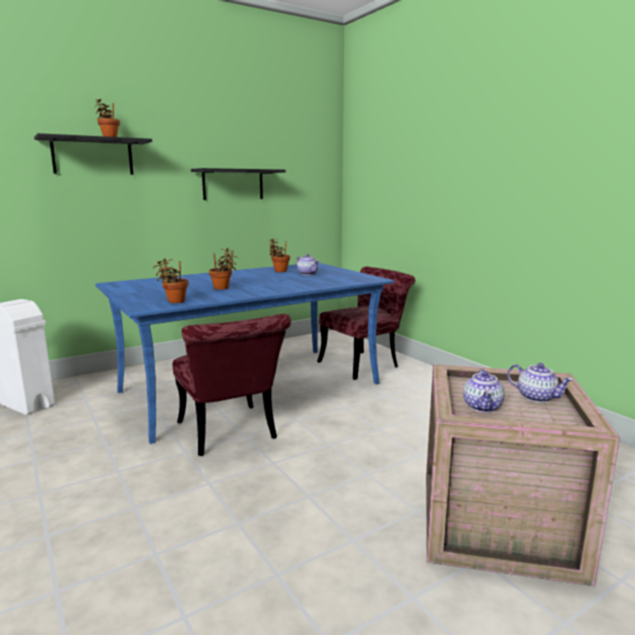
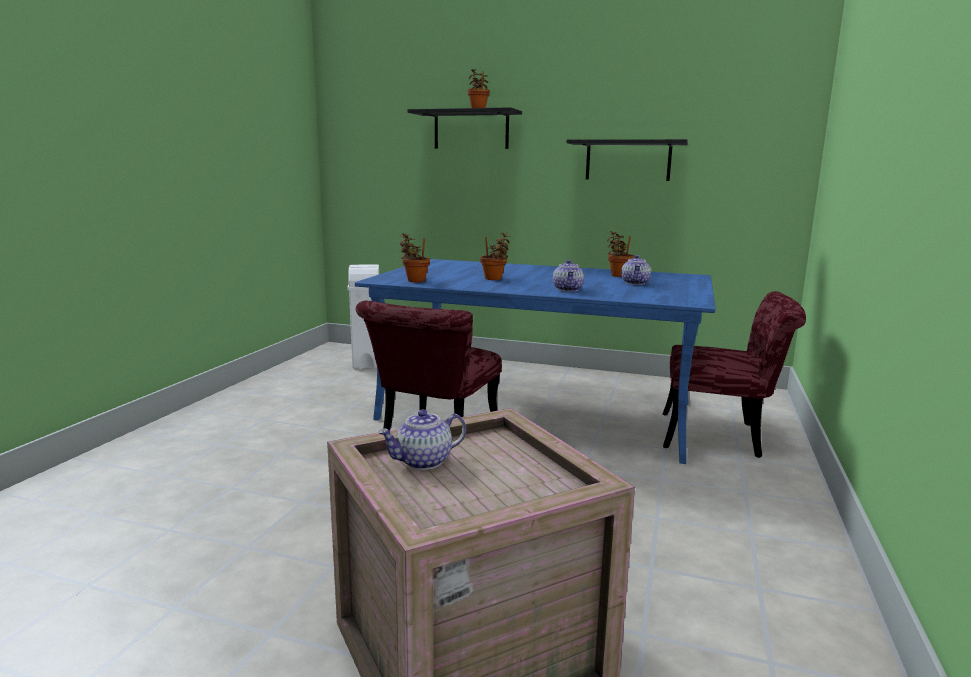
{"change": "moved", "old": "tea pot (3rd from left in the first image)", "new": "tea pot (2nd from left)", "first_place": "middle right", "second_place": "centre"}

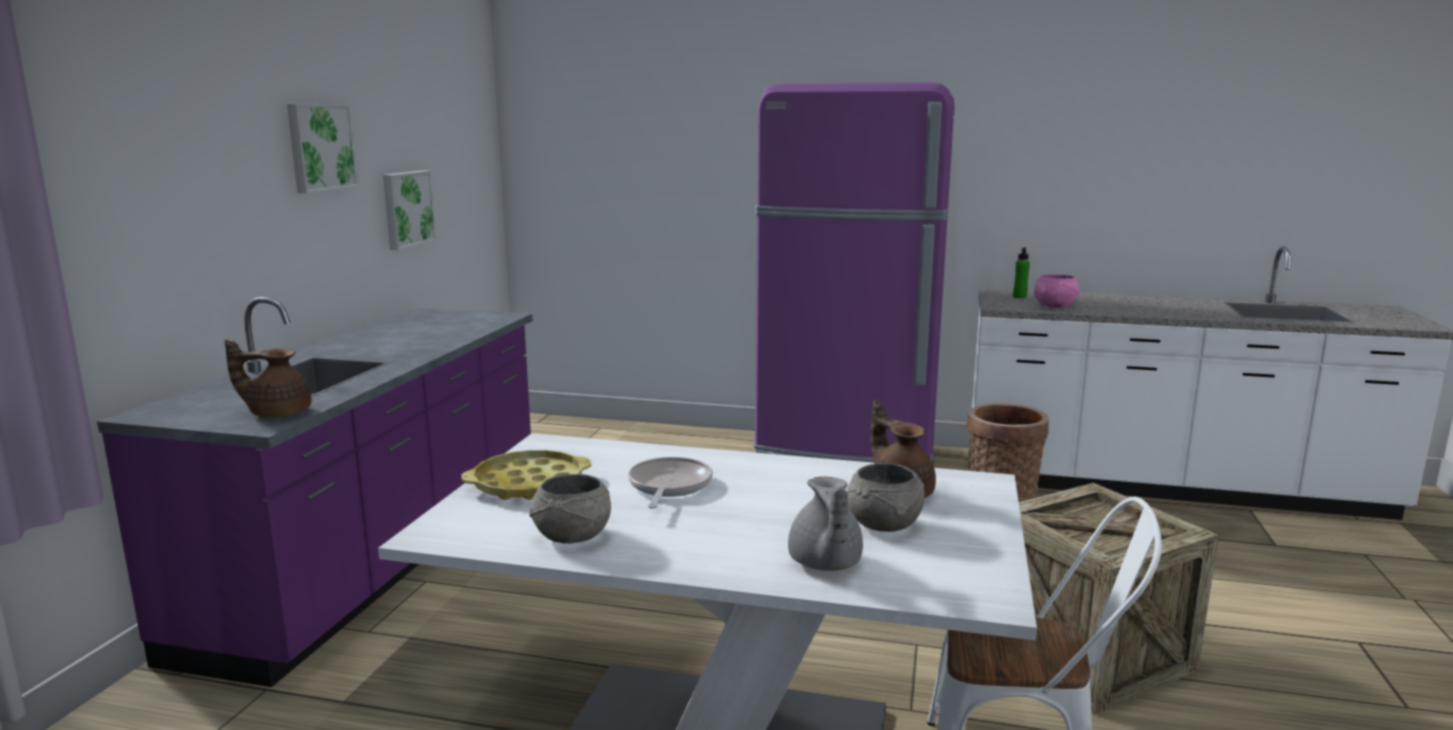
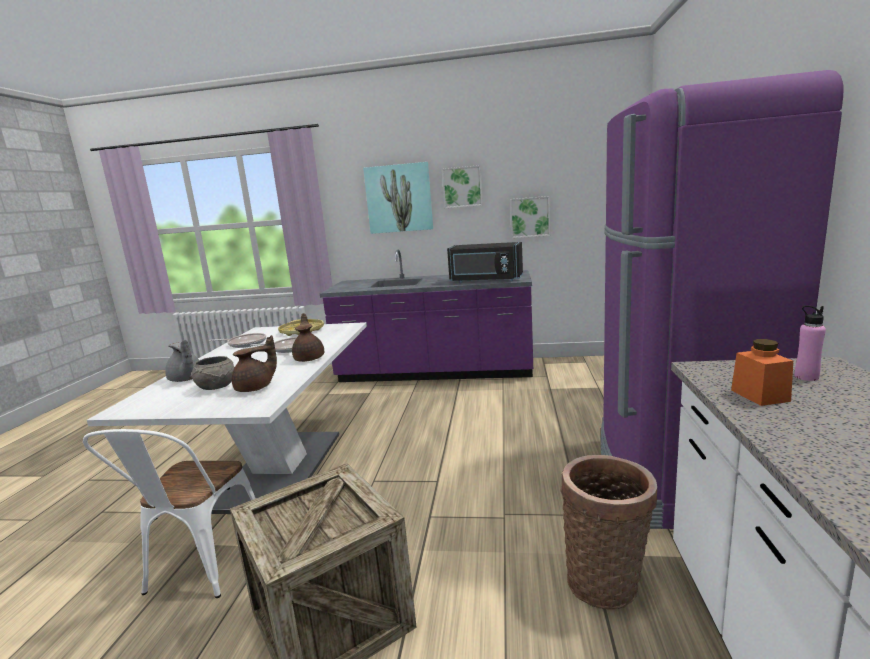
{"change": "turned", "old": "greyish tea pot", "first_place": "bottom centre", "second_place": "middle left", "degrees": -120}
{"change": "replaced", "old": "greyish deep dish (1st from left)", "new": "skillet (1st from left)", "first_place": "bottom centre", "second_place": "middle left"}
{"change": "moved", "old": "brown tea pot (1st from left in the first image)", "new": "brown tea pot (2nd from left)", "first_place": "middle left", "second_place": "centre"}
{"change": "added", "new": "wall picture (1st from left)", "second_place": "top centre"}
{"change": "added", "new": "black microwave oven", "second_place": "centre"}
{"change": "replaced", "old": "pink-coloured deep dish", "new": "orange-coloured jar", "first_place": "middle right", "second_place": "middle right"}
{"change": "recoloured", "old": "greenish beverage bottle", "new": "pink-coloured beverage bottle", "first_place": "middle right", "second_place": "middle right"}

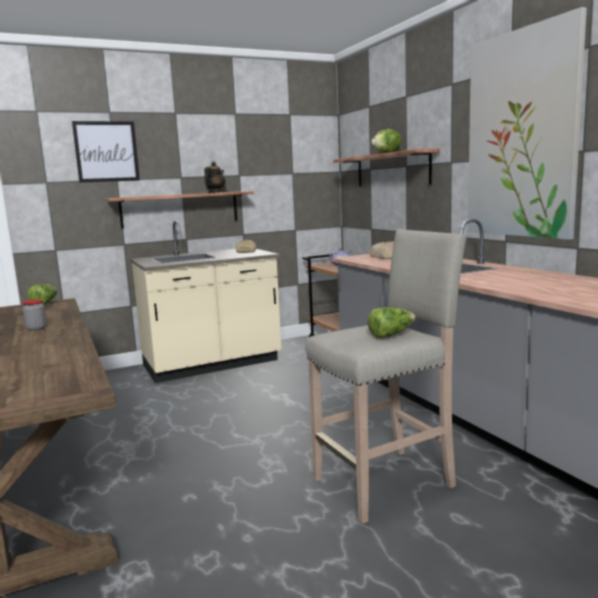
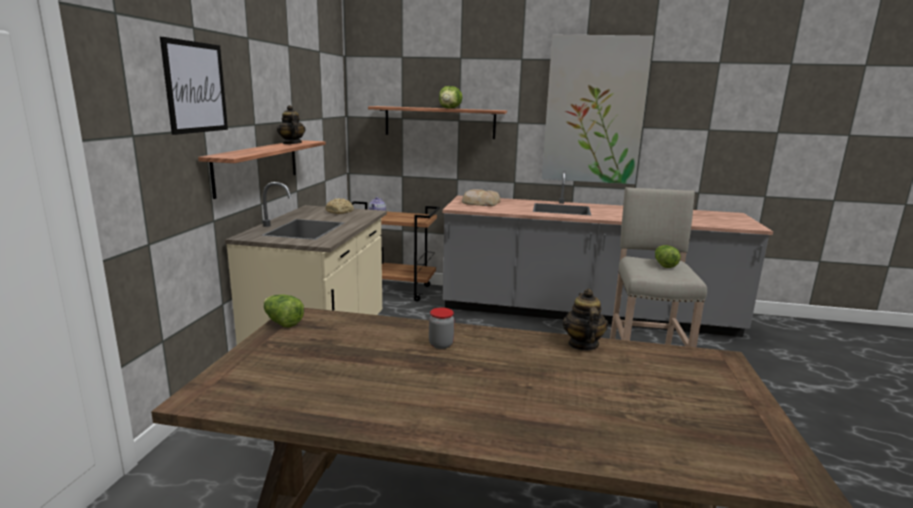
{"change": "added", "new": "tea pot (3rd from left)", "second_place": "centre"}

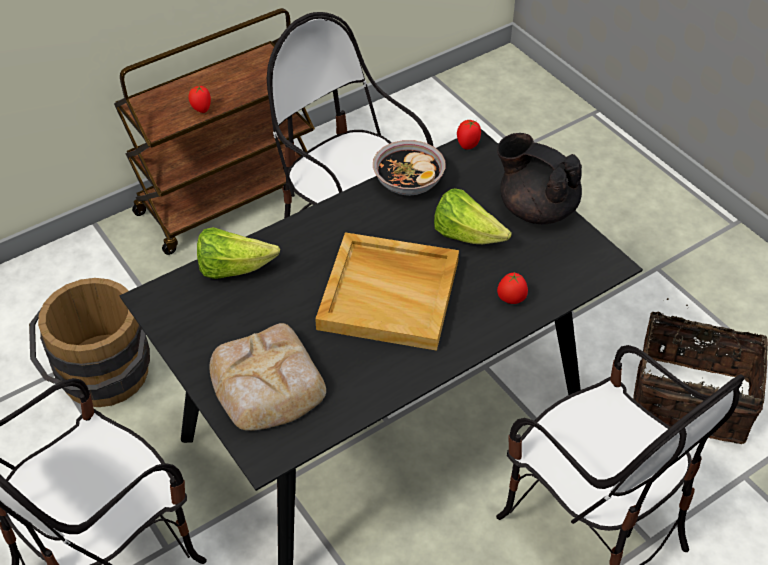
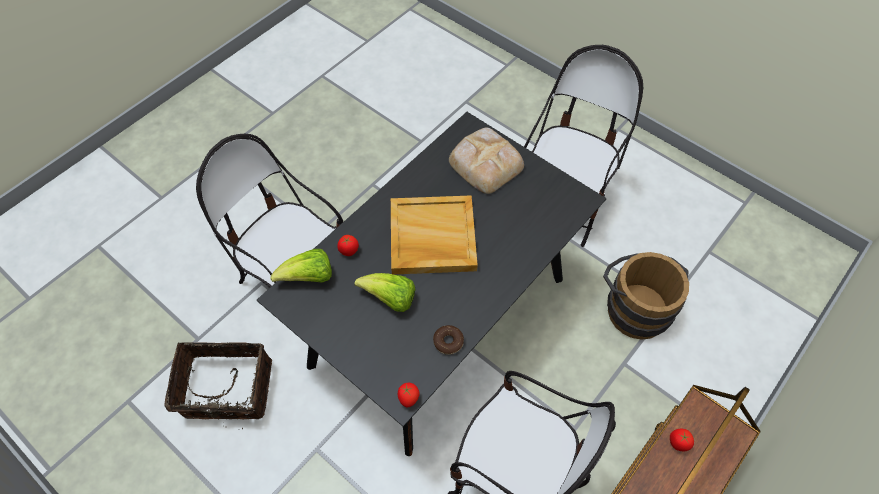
{"change": "moved", "old": "lettuce (1st from left)", "first_place": "middle left", "second_place": "centre"}
{"change": "replaced", "old": "deep dish", "new": "donut", "first_place": "top centre", "second_place": "bottom centre"}
{"change": "removed", "old": "black tea pot", "first_place": "top right"}

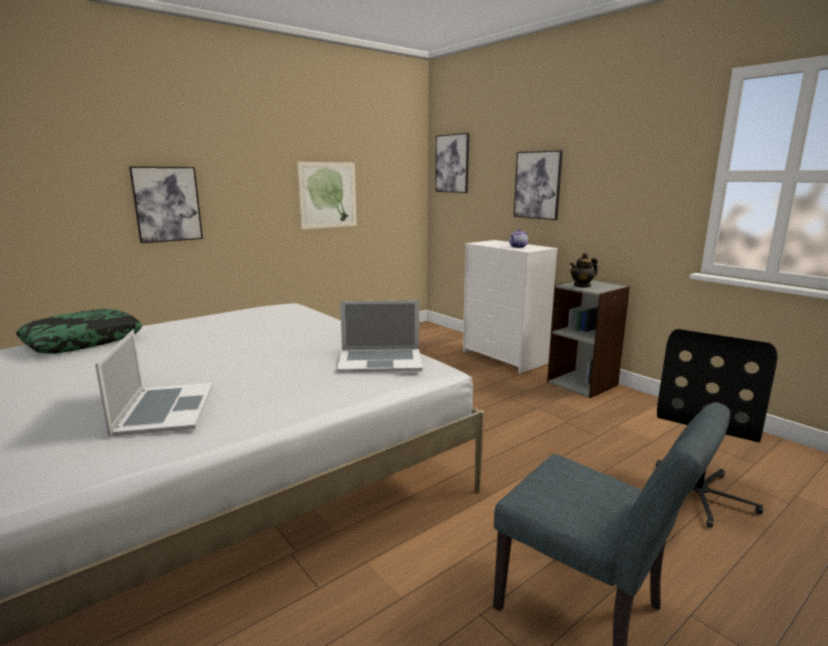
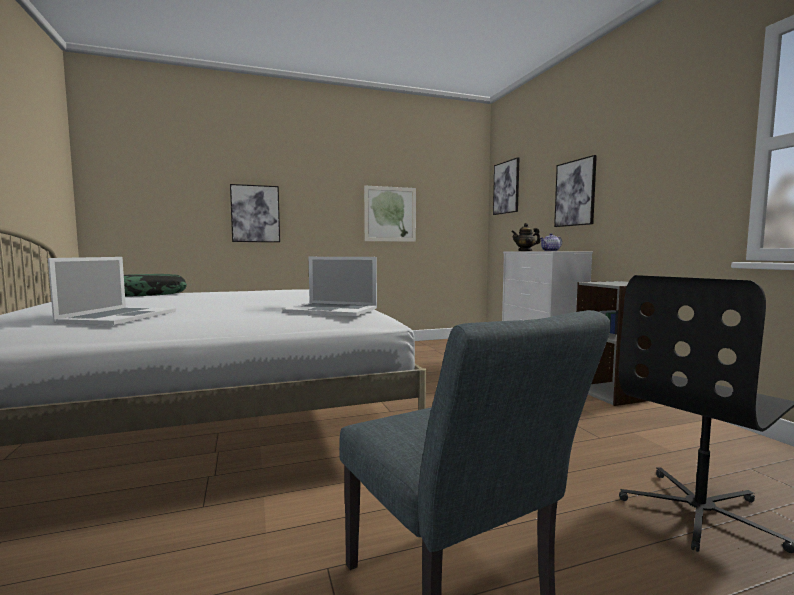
{"change": "moved", "old": "tea pot (2nd from left in the first image)", "new": "tea pot (1st from left)", "first_place": "middle right", "second_place": "centre"}

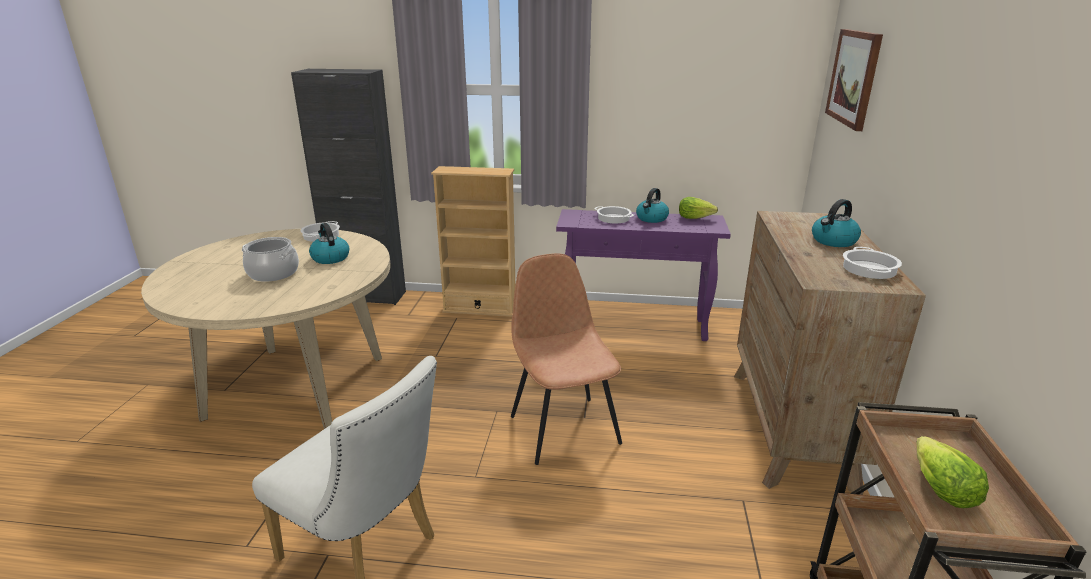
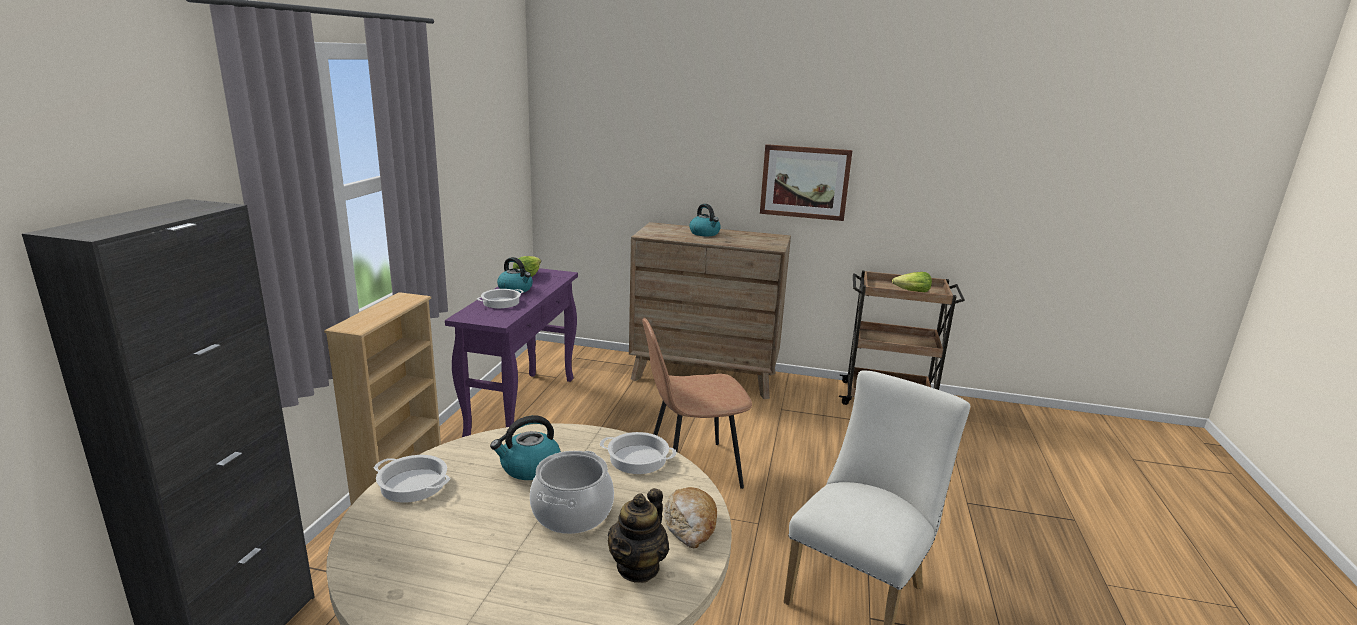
{"change": "moved", "old": "stockpot (4th from left)", "first_place": "middle right", "second_place": "bottom centre"}
{"change": "added", "new": "tea pot", "second_place": "bottom centre"}
{"change": "added", "new": "bakery bread", "second_place": "bottom centre"}
{"change": "moved", "old": "wall picture", "first_place": "top right", "second_place": "top centre"}

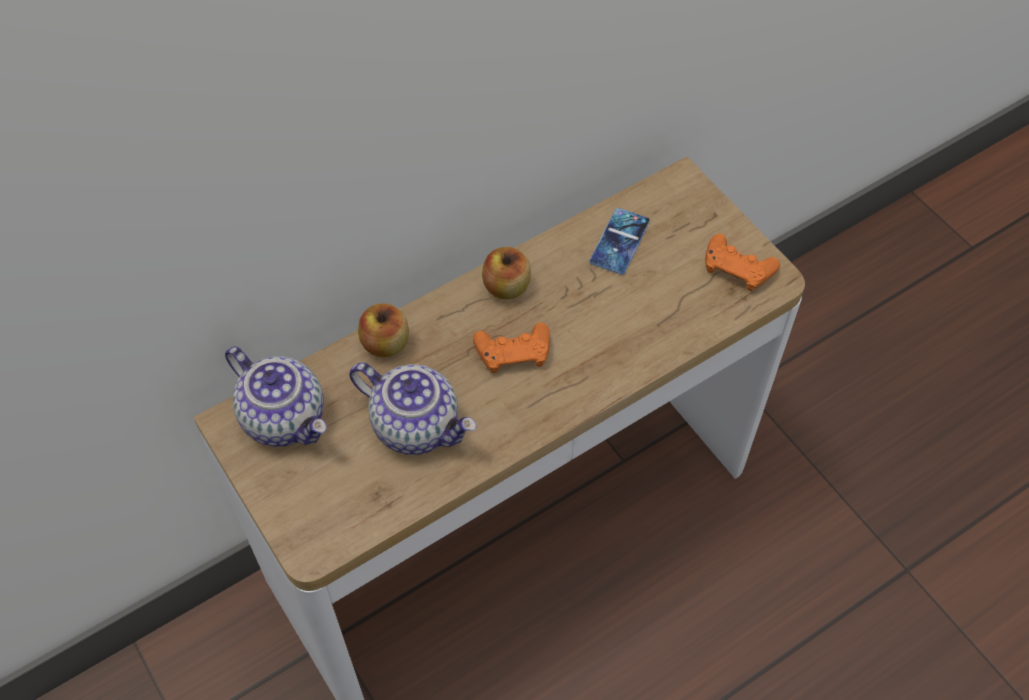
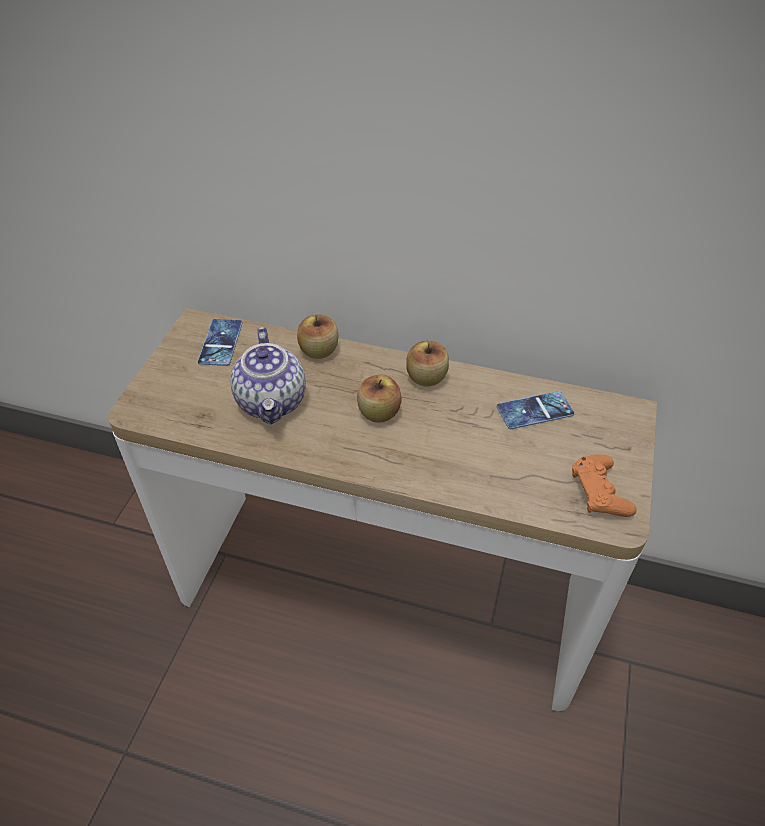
{"change": "replaced", "old": "tea pot (1st from left)", "new": "handset (1st from left)", "first_place": "middle left", "second_place": "middle left"}
{"change": "replaced", "old": "orange-coloured game controller (1st from left)", "new": "apple (2nd from left)", "first_place": "centre", "second_place": "centre"}

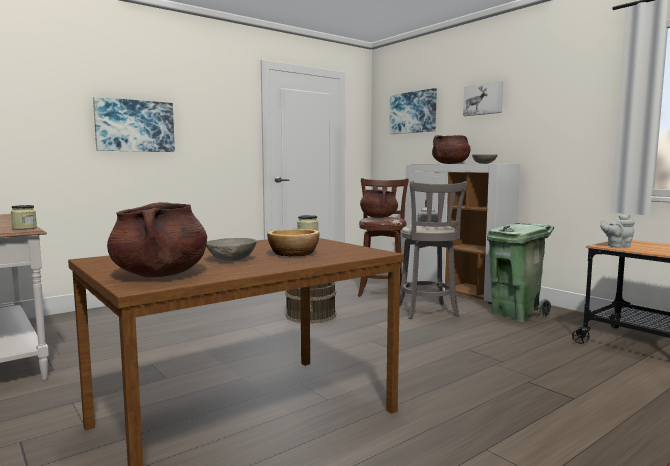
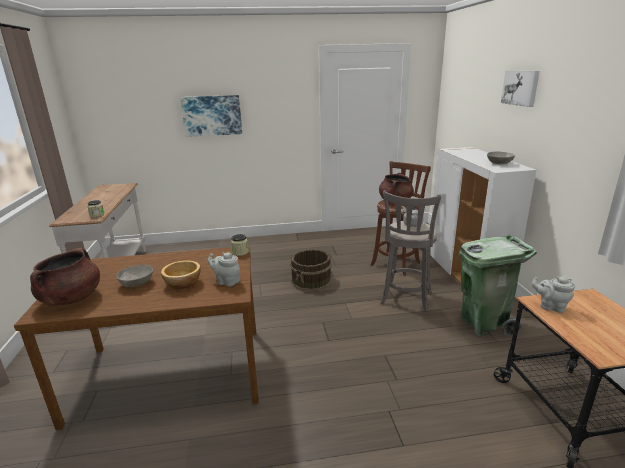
{"change": "added", "new": "greyish tea pot (1st from left)", "second_place": "centre"}
{"change": "removed", "old": "wall picture (2nd from left)", "first_place": "top centre"}
{"change": "removed", "old": "brown stockpot (3rd from left)", "first_place": "top right"}

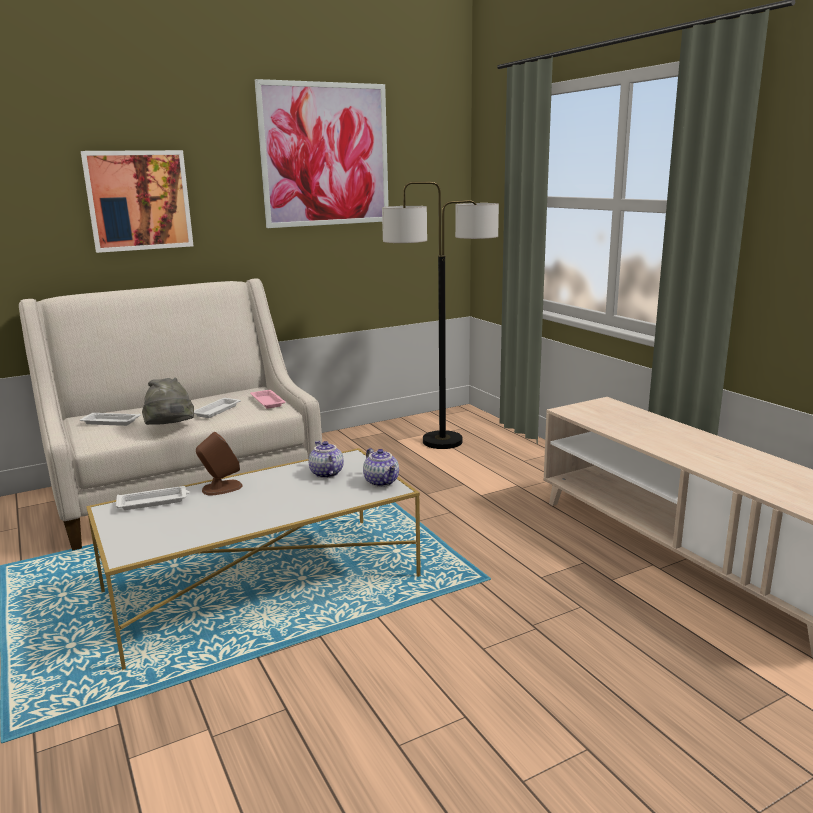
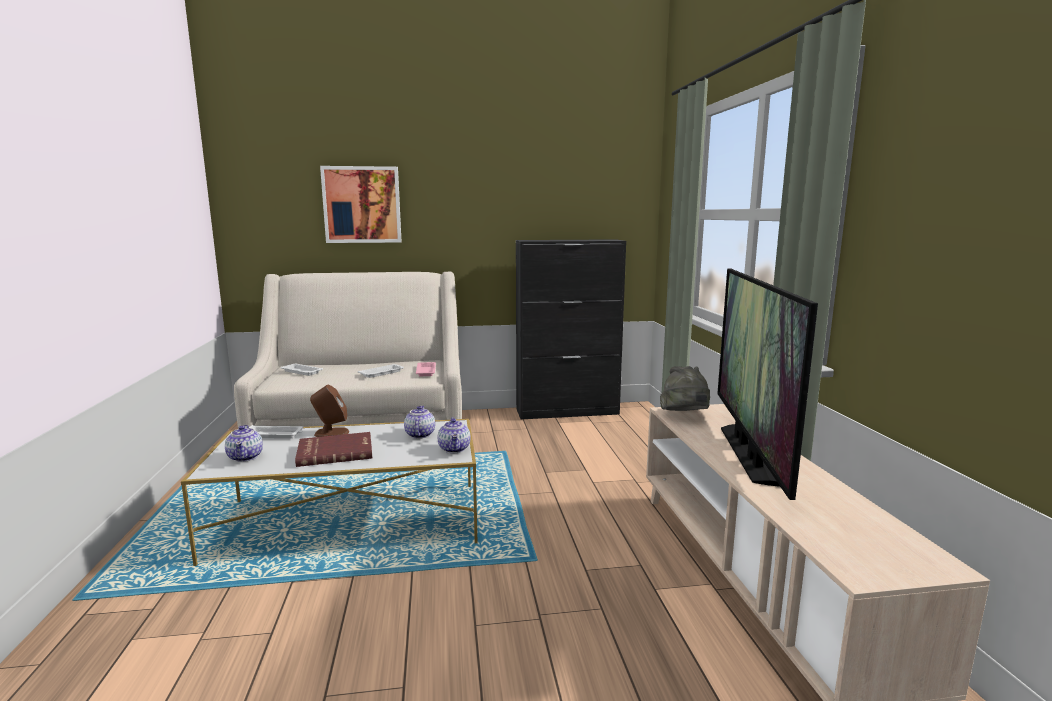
{"change": "added", "new": "tea pot (1st from left)", "second_place": "middle left"}
{"change": "added", "new": "red volume", "second_place": "middle left"}
{"change": "added", "new": "black cabinet", "second_place": "centre"}
{"change": "moved", "old": "greyish clothing hat", "first_place": "middle left", "second_place": "centre"}
{"change": "added", "new": "TV set", "second_place": "middle right"}
{"change": "removed", "old": "wall picture (2nd from left)", "first_place": "top centre"}
{"change": "removed", "old": "standard lamp", "first_place": "centre"}

